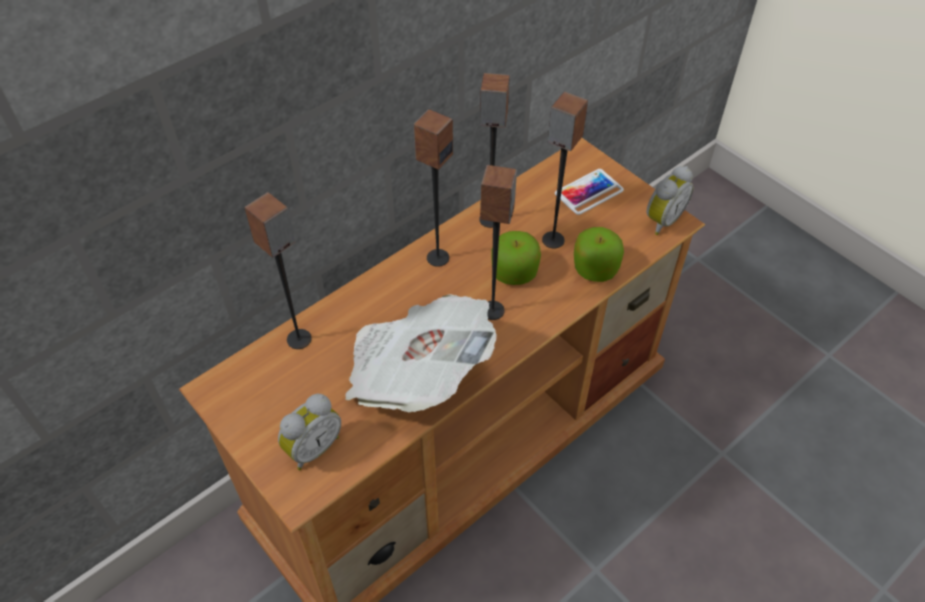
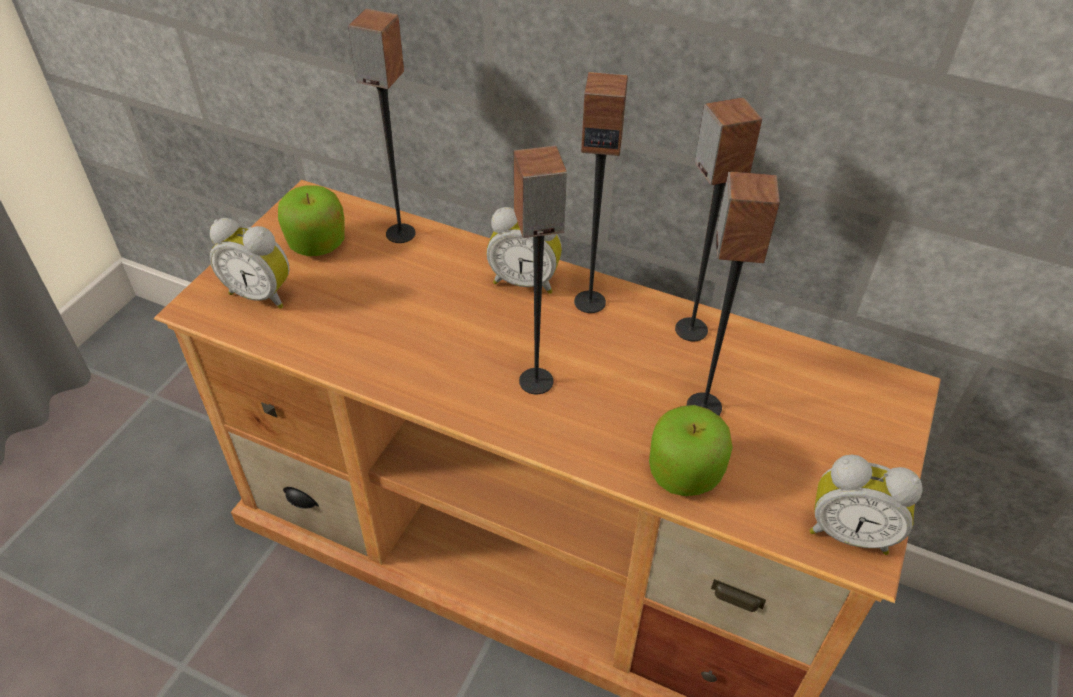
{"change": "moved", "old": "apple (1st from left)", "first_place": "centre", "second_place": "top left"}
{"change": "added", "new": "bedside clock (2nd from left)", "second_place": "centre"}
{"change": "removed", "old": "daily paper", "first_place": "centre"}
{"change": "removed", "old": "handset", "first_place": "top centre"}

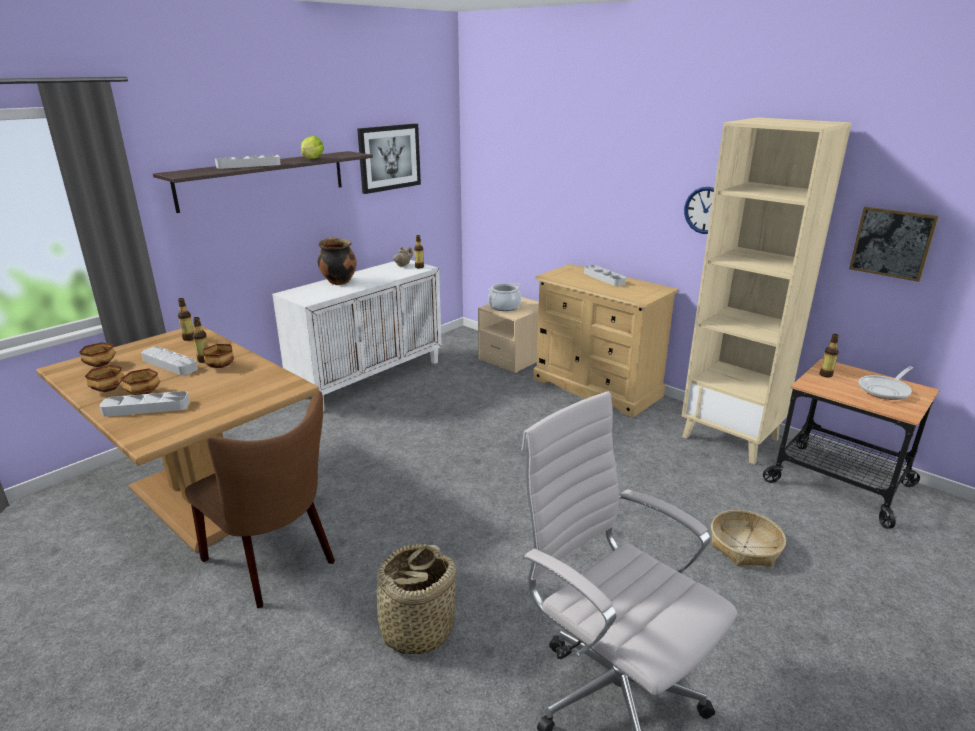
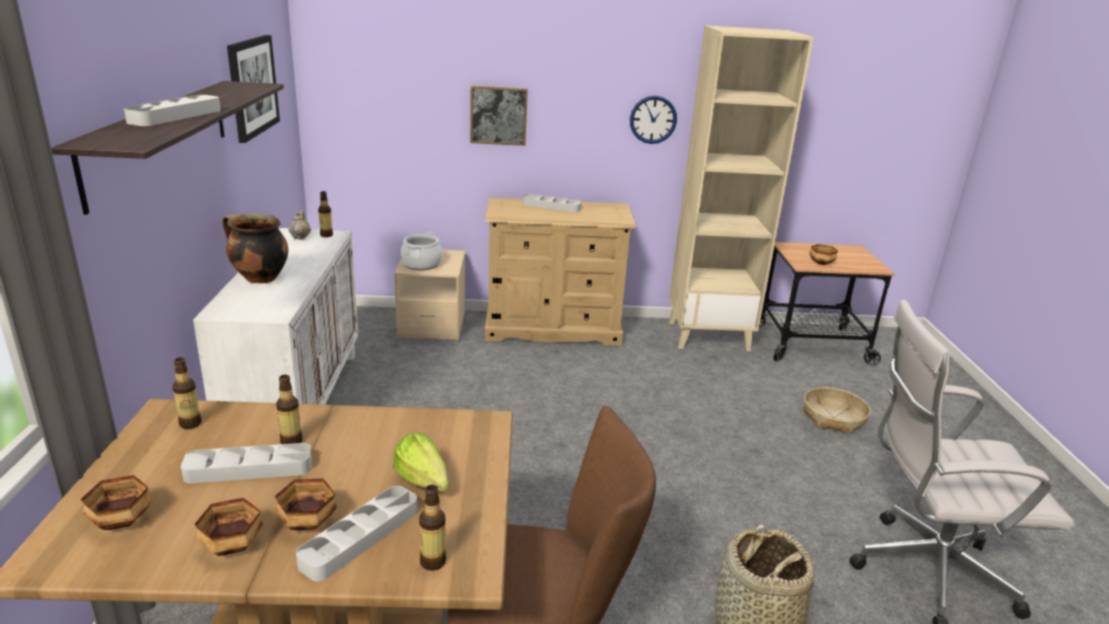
{"change": "moved", "old": "lettuce", "first_place": "top left", "second_place": "bottom centre"}
{"change": "moved", "old": "beverage bottle (4th from left)", "first_place": "middle right", "second_place": "bottom centre"}
{"change": "moved", "old": "wall picture (2nd from left)", "first_place": "middle right", "second_place": "top centre"}
{"change": "moved", "old": "deep dish (4th from left)", "first_place": "middle left", "second_place": "middle right"}
{"change": "removed", "old": "skillet", "first_place": "middle right"}

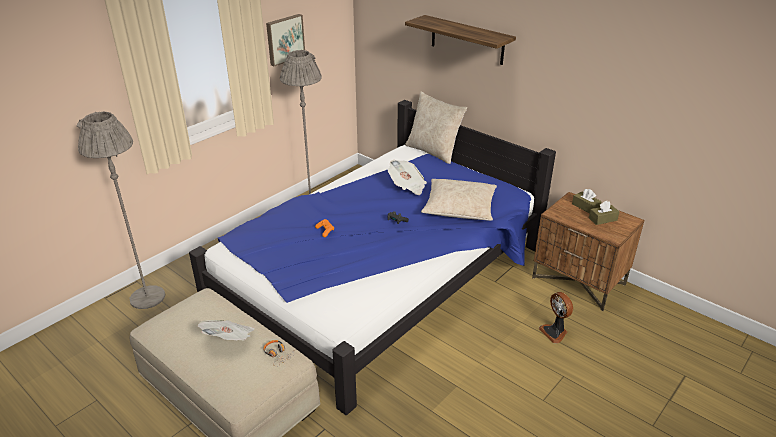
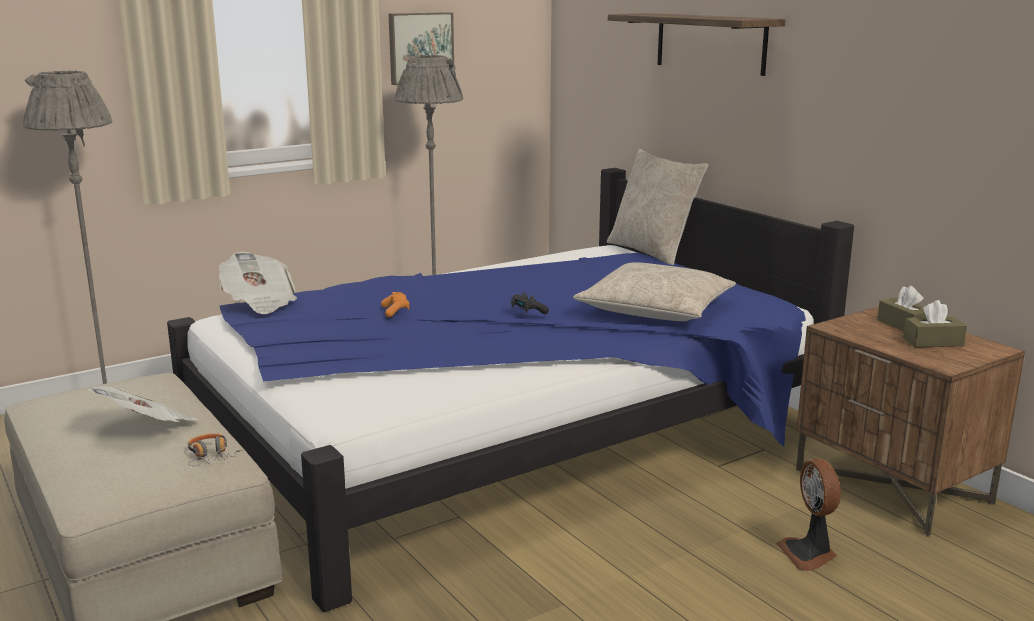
{"change": "moved", "old": "daily paper (2nd from left)", "first_place": "centre", "second_place": "middle left"}

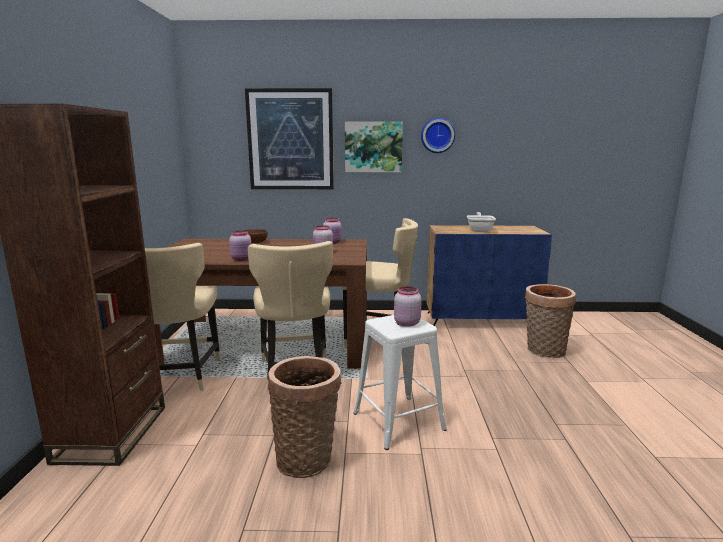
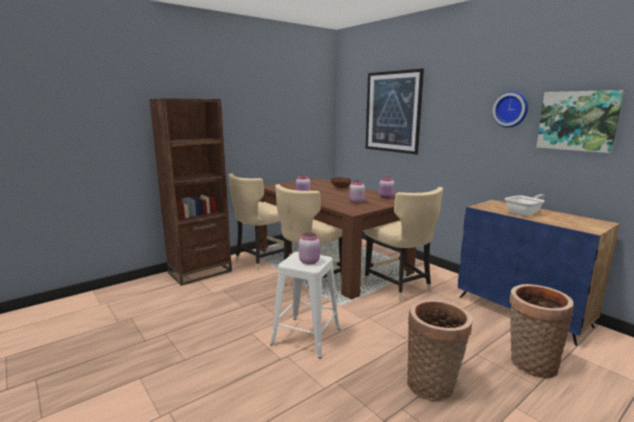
{"change": "moved", "old": "storage basket (1st from left)", "first_place": "bottom centre", "second_place": "bottom right"}
{"change": "moved", "old": "wall picture (2nd from left)", "first_place": "top centre", "second_place": "top right"}

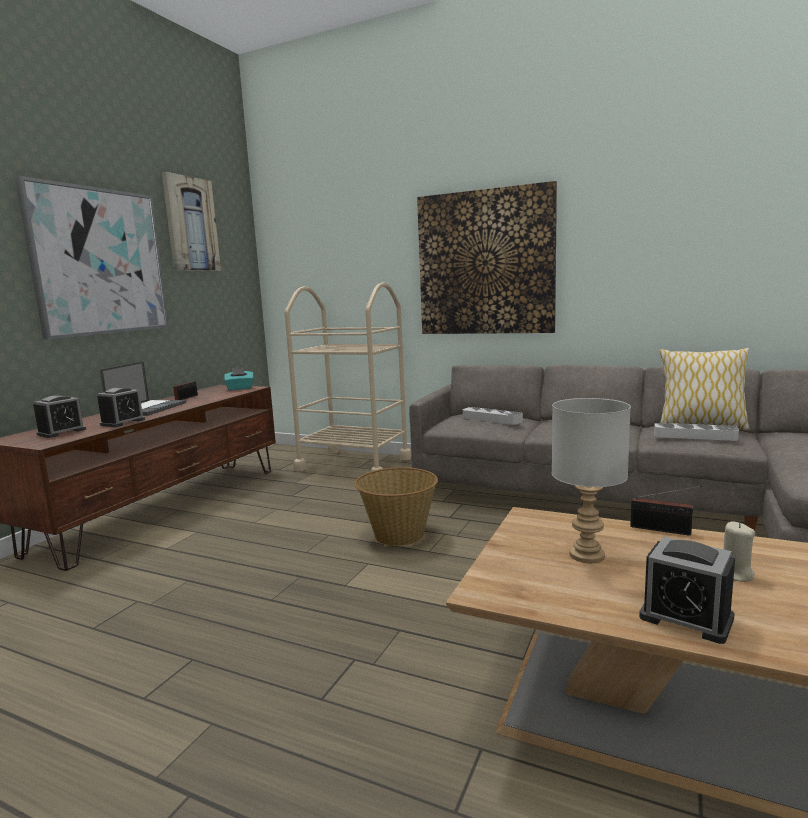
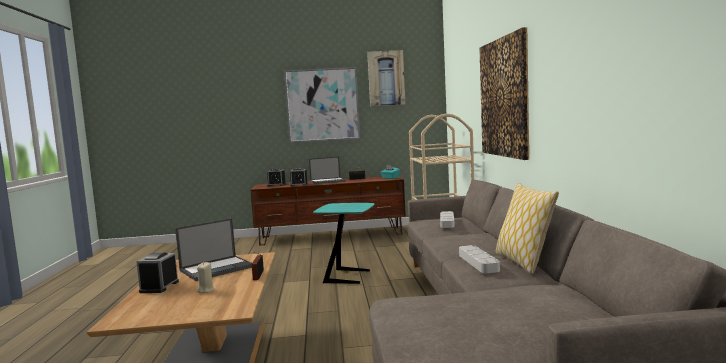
{"change": "replaced", "old": "greyish table lamp", "new": "laptop (1st from left)", "first_place": "middle right", "second_place": "bottom left"}
{"change": "replaced", "old": "storage basket", "new": "blue-green side table", "first_place": "centre", "second_place": "bottom centre"}

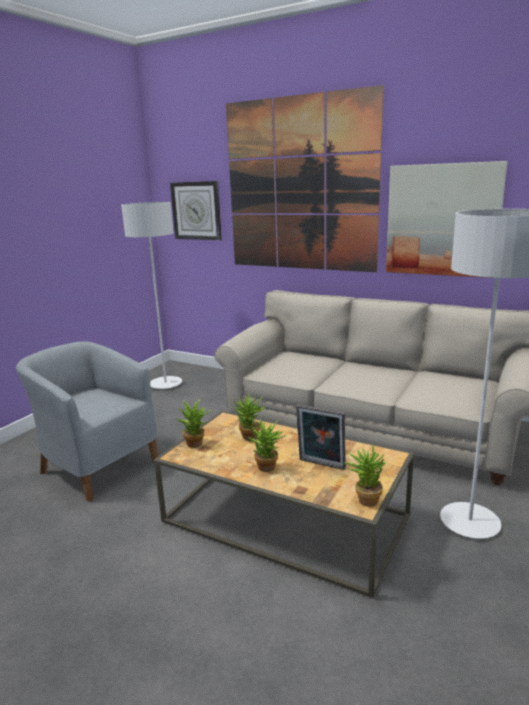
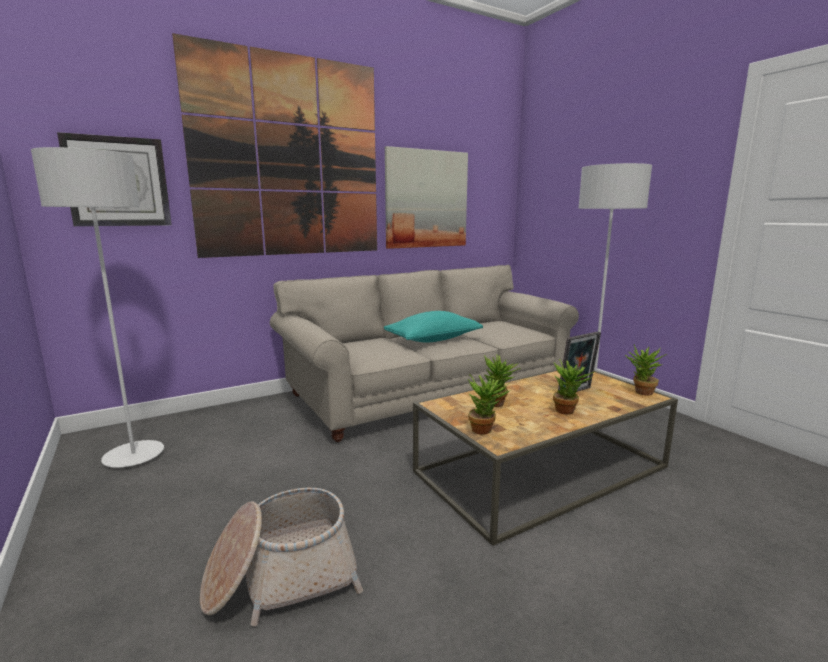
{"change": "replaced", "old": "greyish armchair", "new": "storage basket", "first_place": "middle left", "second_place": "bottom centre"}
{"change": "added", "new": "blue-green cushion", "second_place": "centre"}

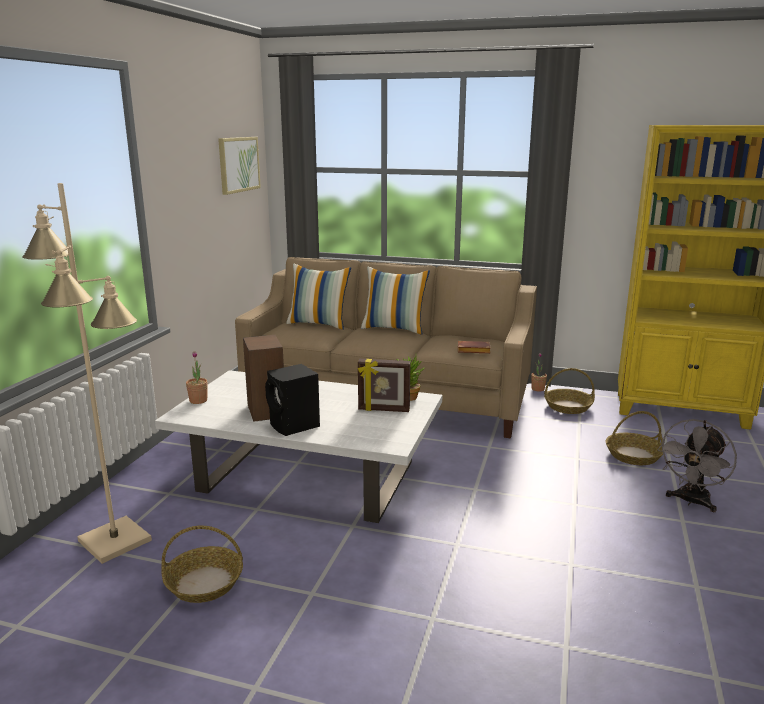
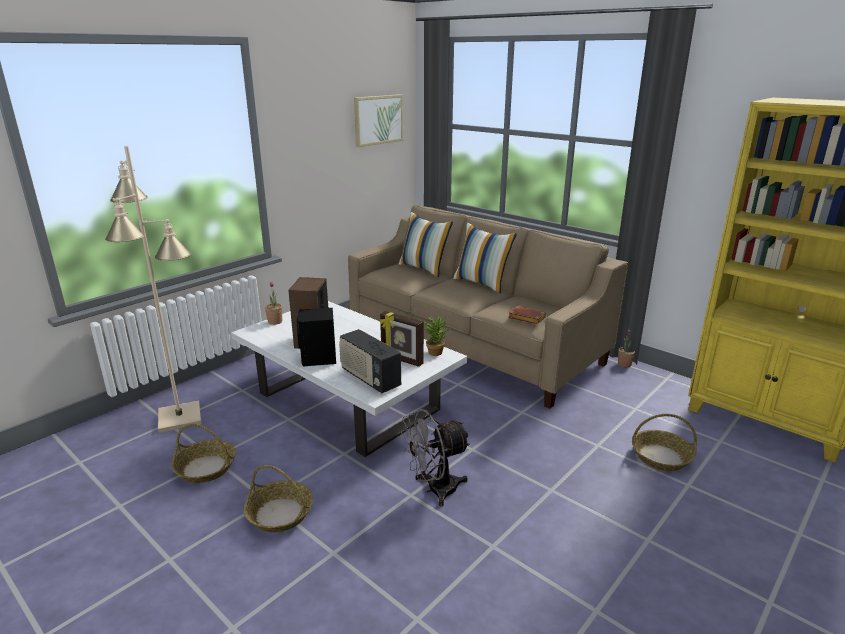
{"change": "moved", "old": "storage basket (2nd from left)", "first_place": "middle right", "second_place": "bottom left"}
{"change": "added", "new": "radio", "second_place": "centre"}
{"change": "moved", "old": "greyish fan", "first_place": "middle right", "second_place": "bottom centre"}

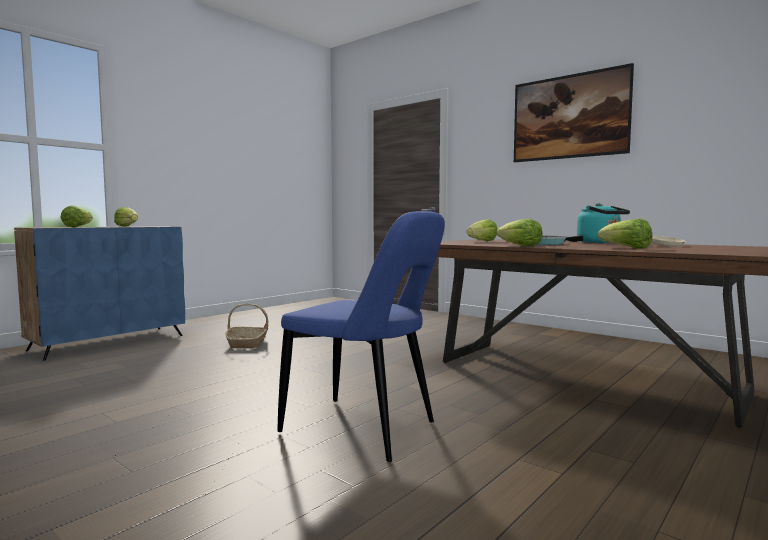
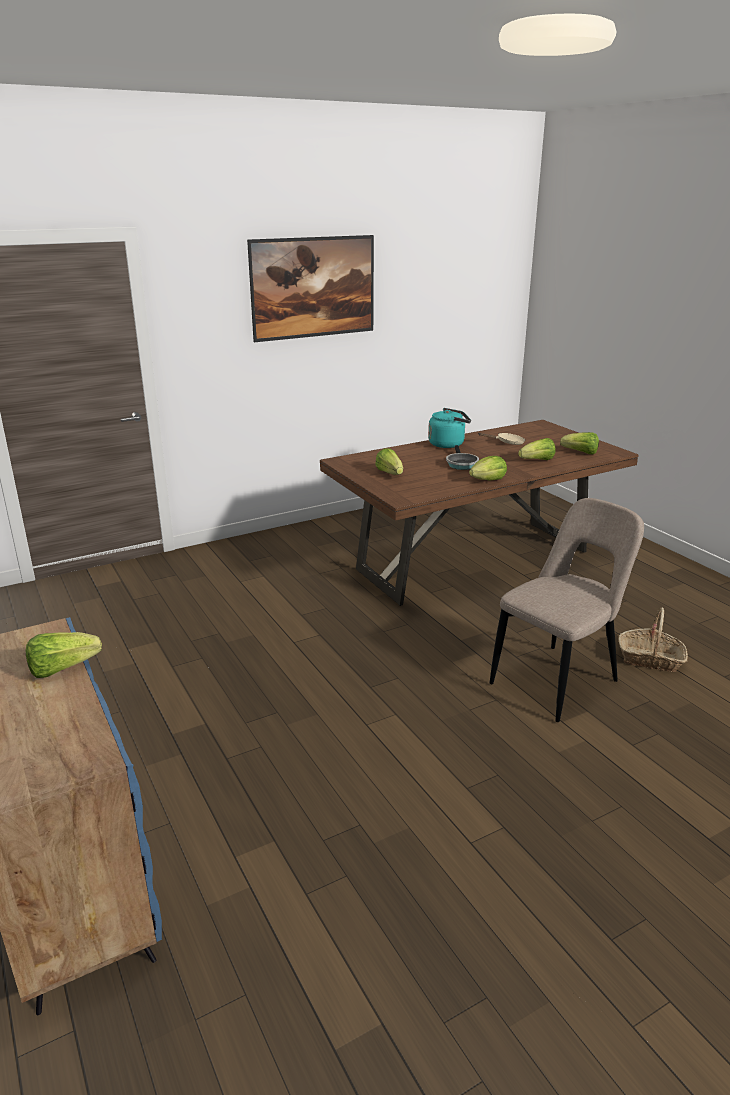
{"change": "recoloured", "old": "blue-coloured plain chair", "new": "beige plain chair", "first_place": "centre", "second_place": "middle right"}
{"change": "moved", "old": "lettuce (1st from left in the first image)", "new": "lettuce (5th from left)", "first_place": "middle left", "second_place": "middle right"}
{"change": "moved", "old": "storage basket", "first_place": "middle left", "second_place": "middle right"}

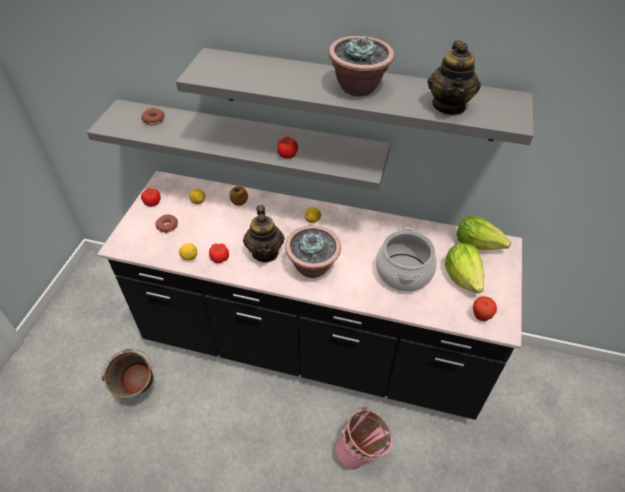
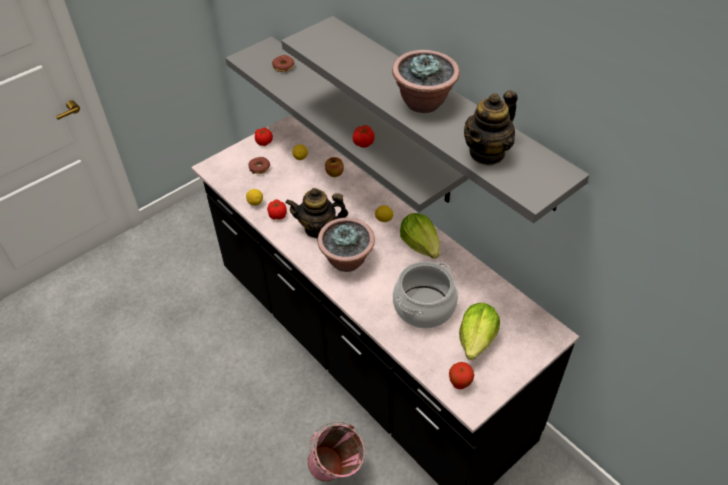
{"change": "turned", "old": "tea pot (1st from left)", "first_place": "centre", "second_place": "centre", "degrees": 60}
{"change": "moved", "old": "lettuce (2nd from left in the first image)", "new": "lettuce (1st from left)", "first_place": "middle right", "second_place": "centre"}
{"change": "removed", "old": "greenish water bucket", "first_place": "bottom left"}

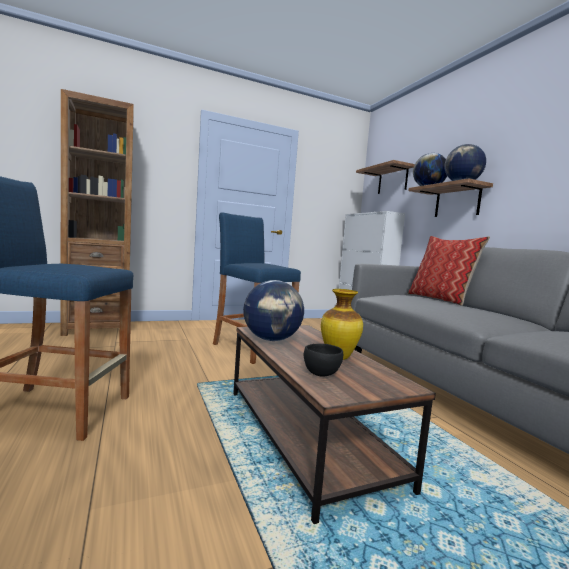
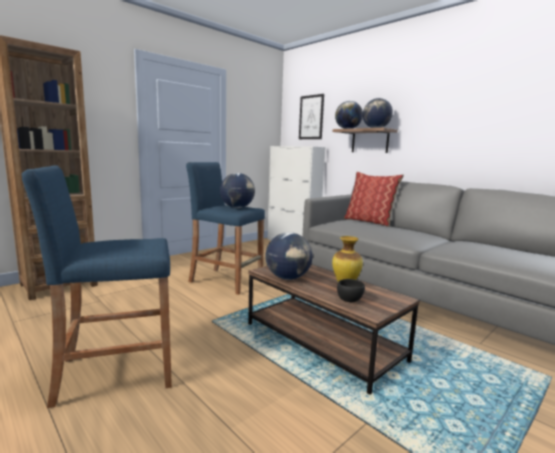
{"change": "added", "new": "world globe (1st from left)", "second_place": "centre"}
{"change": "replaced", "old": "shelf (1st from left)", "new": "wall picture", "first_place": "top right", "second_place": "top centre"}

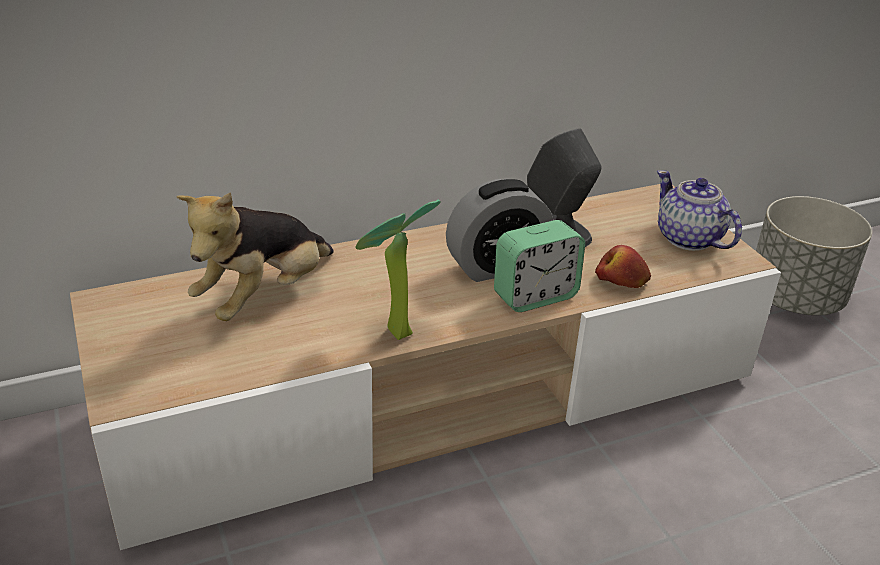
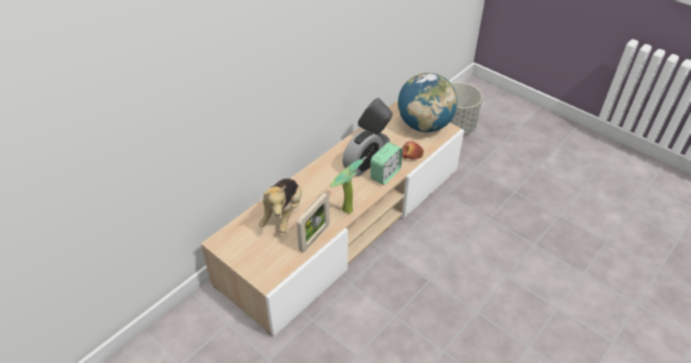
{"change": "added", "new": "picture frame", "second_place": "centre"}
{"change": "replaced", "old": "tea pot", "new": "world globe", "first_place": "middle right", "second_place": "top centre"}

